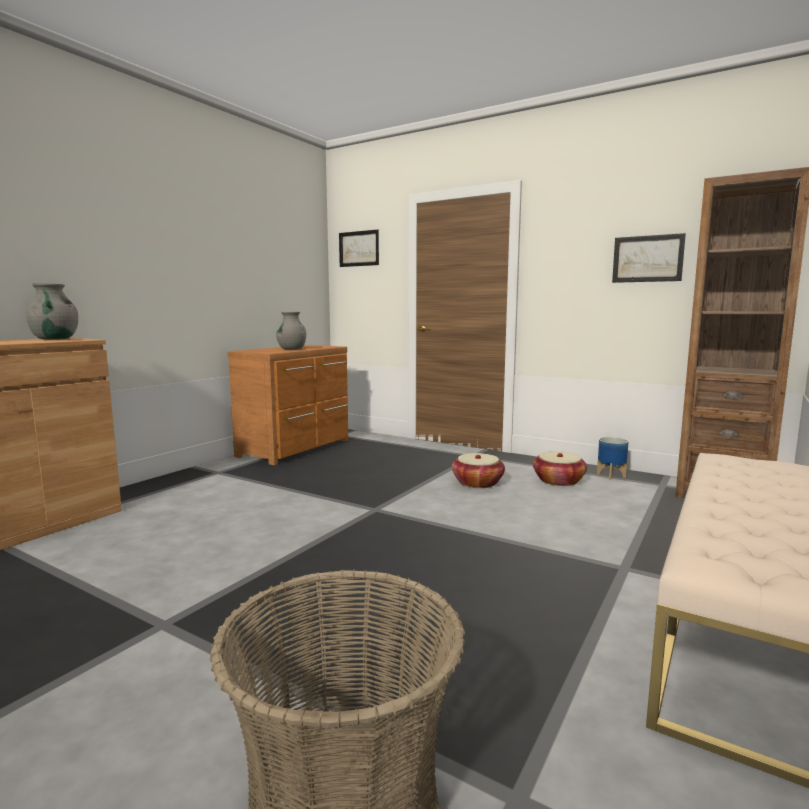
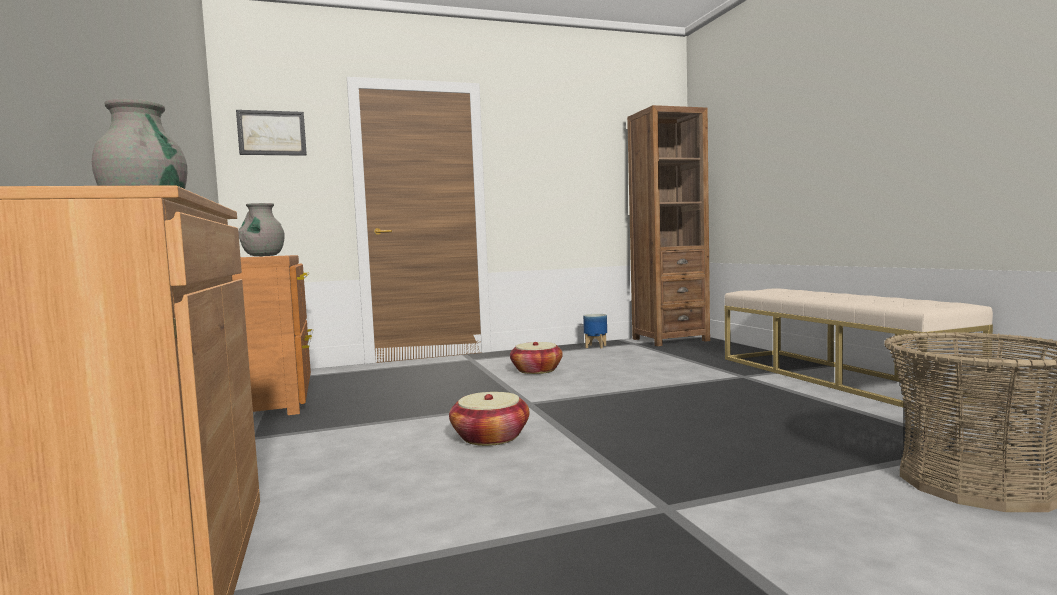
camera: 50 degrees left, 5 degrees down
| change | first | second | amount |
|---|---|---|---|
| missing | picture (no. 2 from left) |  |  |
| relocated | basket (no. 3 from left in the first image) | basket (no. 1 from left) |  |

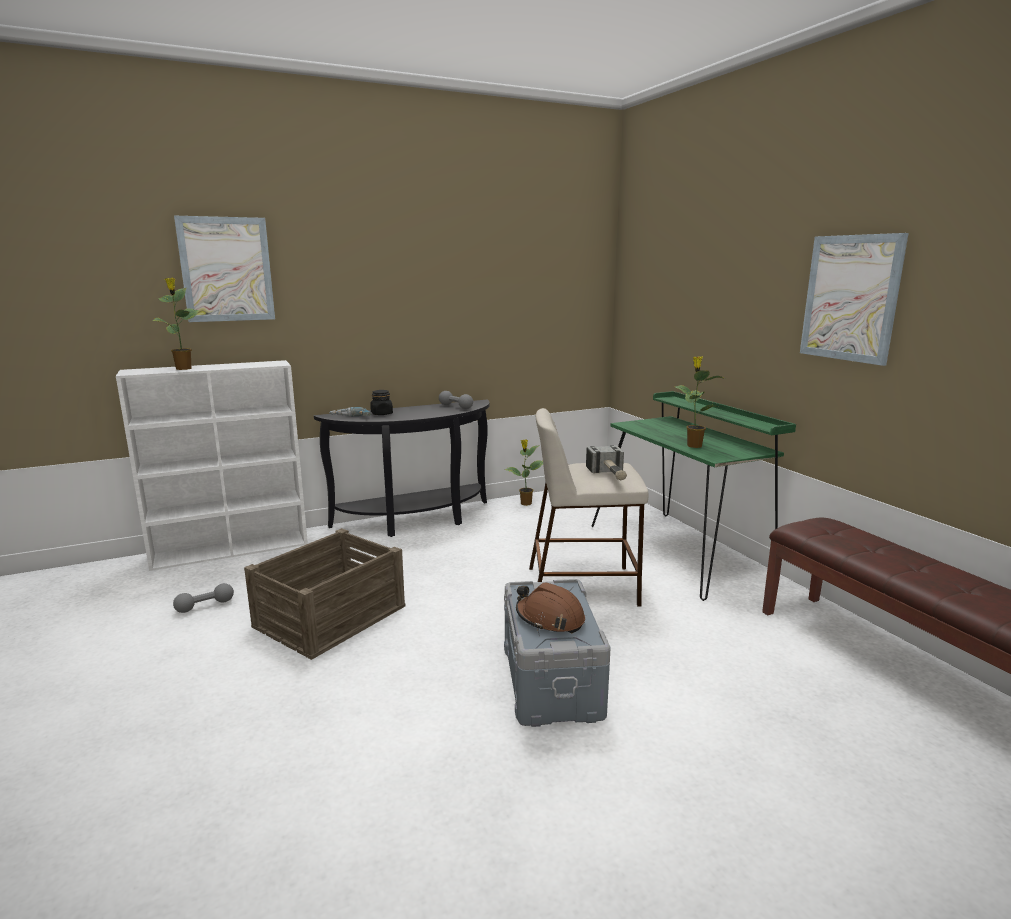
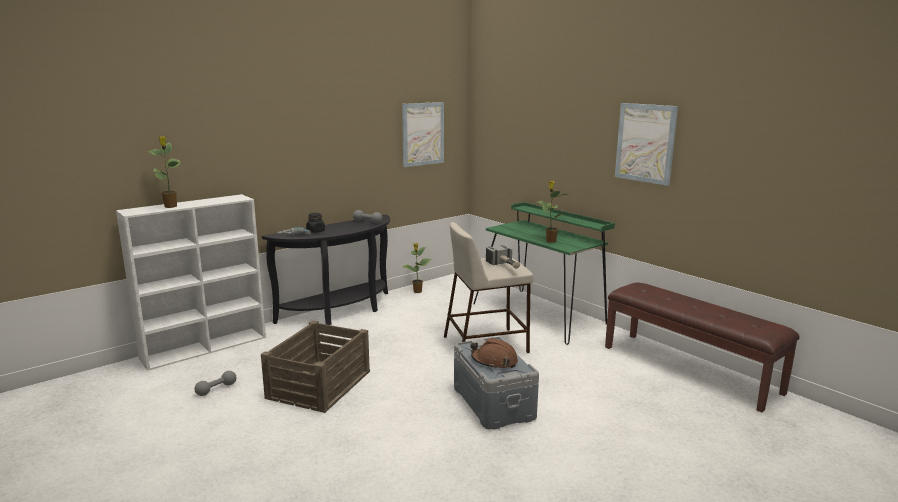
camera: 15 degrees left, 0 degrees up
| change | first | second | amount |
|---|---|---|---|
| relocated | picture (no. 1 from left) |  |  |

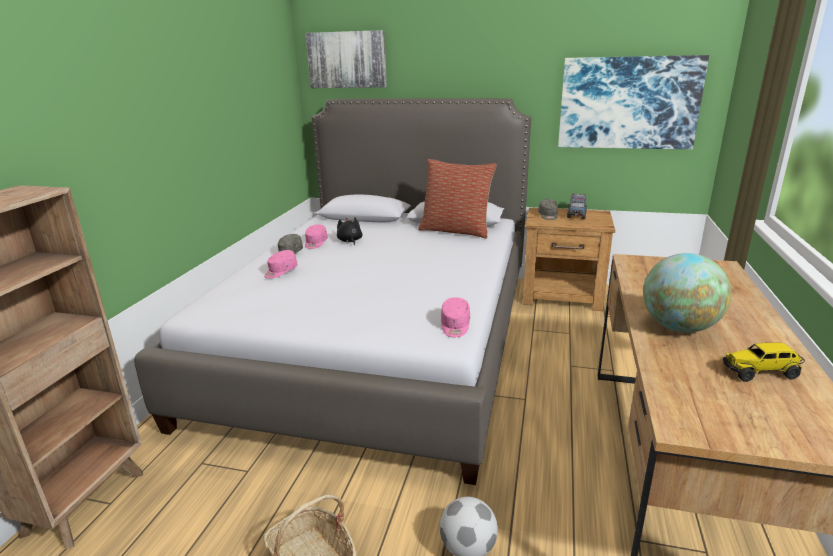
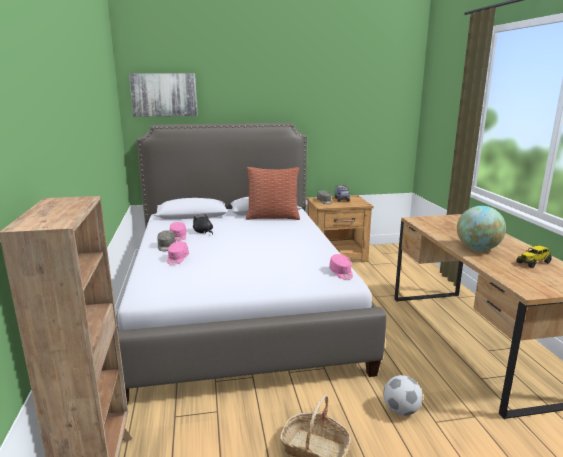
camera: 25 degrees left, 5 degrees down
| change | first | second | amount |
|---|---|---|---|
| missing | picture (no. 2 from left) |  |  |

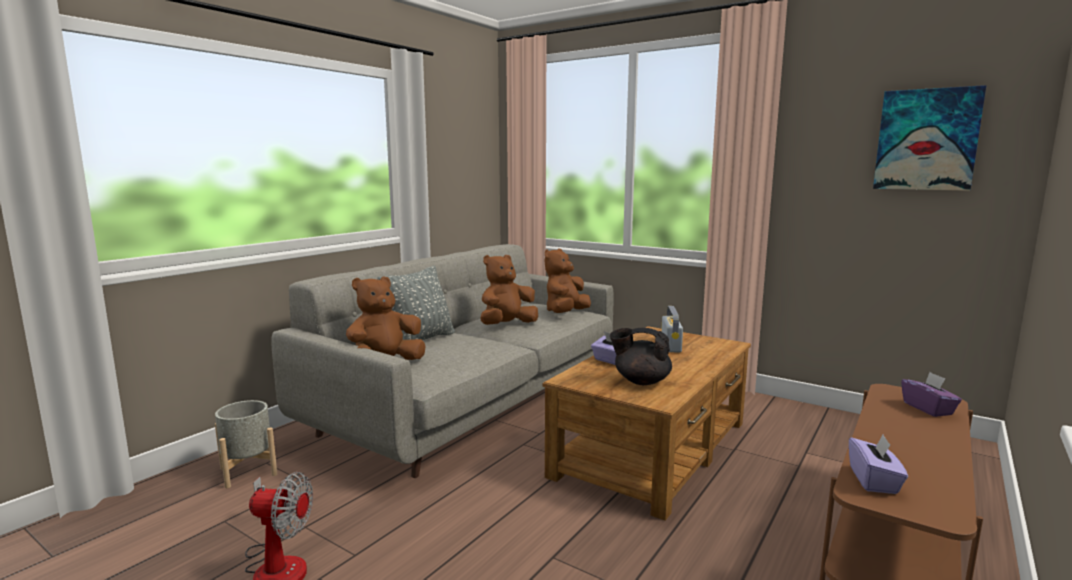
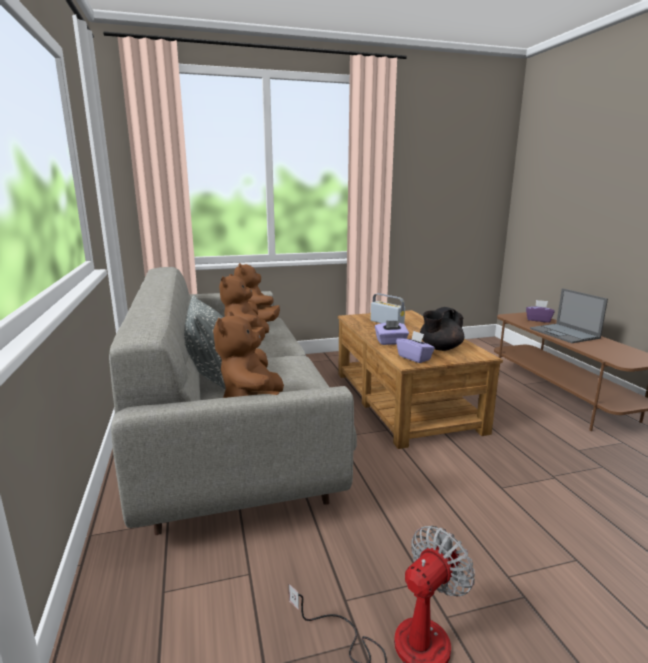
camera: 50 degrees left, 5 degrees up
| change | first | second | amount |
|---|---|---|---|
| missing | picture |  |  |
| missing | grey_planter |  |  |
| relocated | purple-coloured_tissue_box (no. 2 from left) |  |  |
| appeared |  | laptop |  |

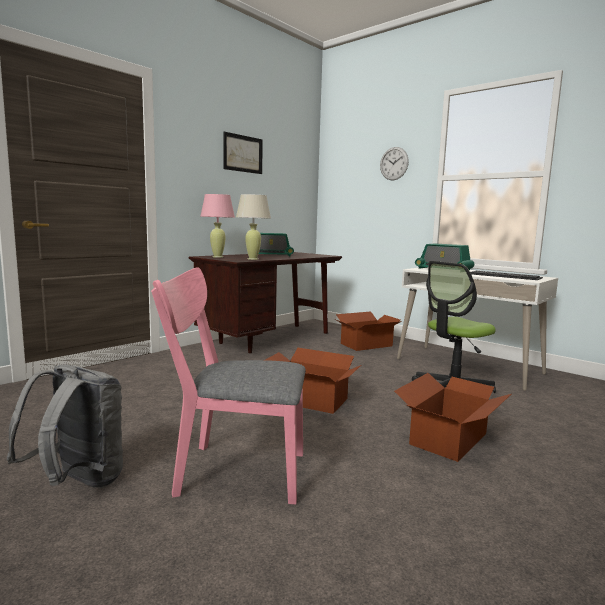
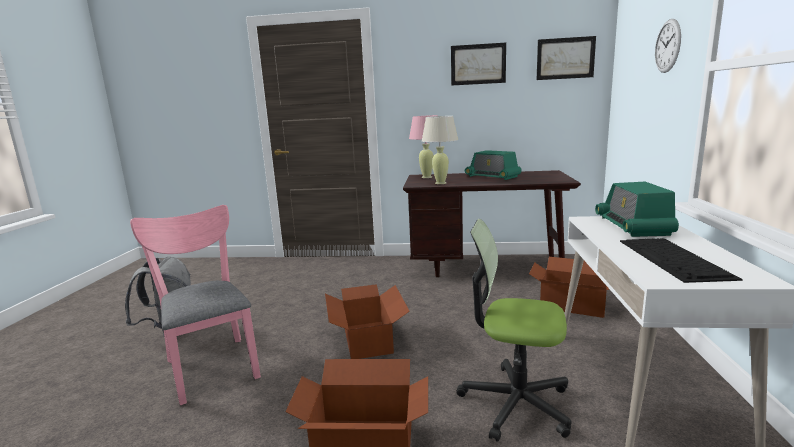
camera: 55 degrees right, 5 degrees up
| change | first | second | amount |
|---|---|---|---|
| appeared |  | picture (no. 2 from left) |  |

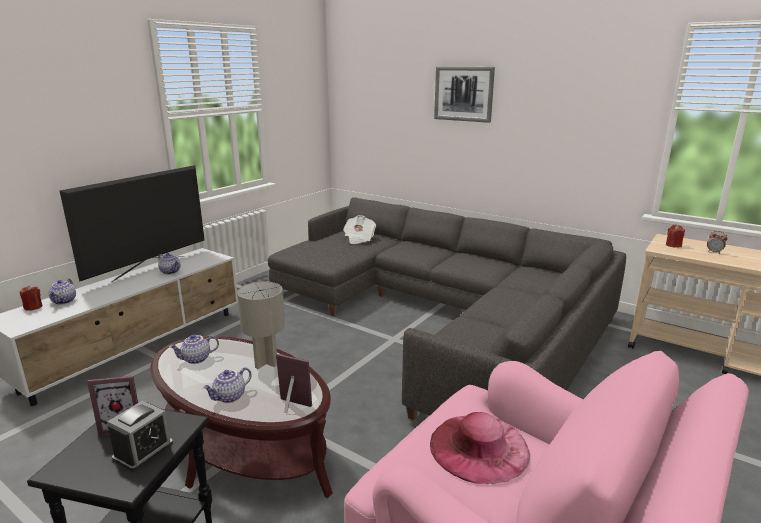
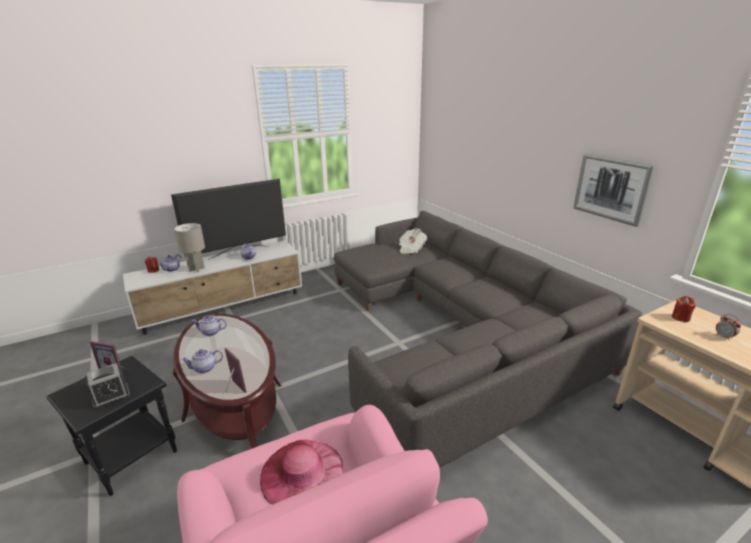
camera: 25 degrees right, 5 degrees up
| change | first | second | amount |
|---|---|---|---|
| relocated | picture |  |  |
| relocated | grey_table_lamp |  |  |

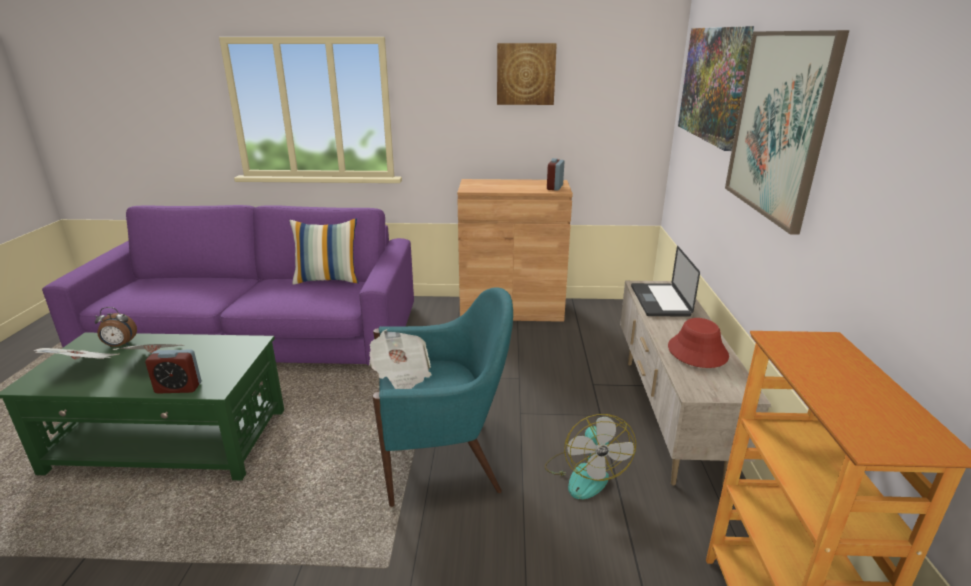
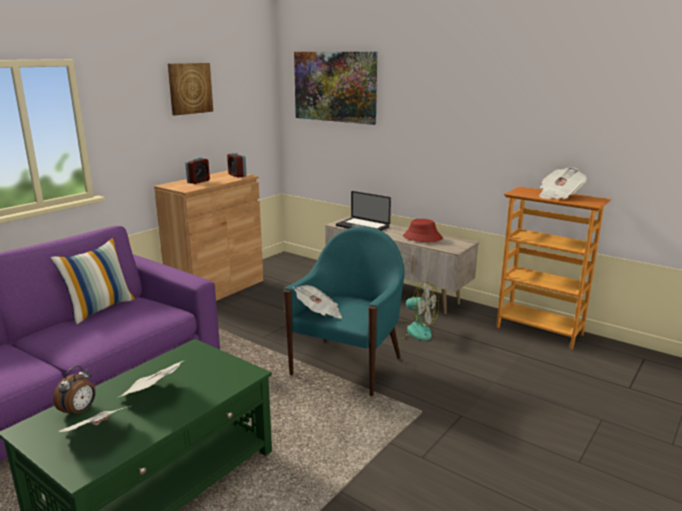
camera: 55 degrees left, 5 degrees down
| change | first | second | amount |
|---|---|---|---|
| missing | picture (no. 3 from left) |  |  |
| relocated | table_clock (no. 2 from left) |  |  |
| appeared |  | printed_paper (no. 4 from left) |  |

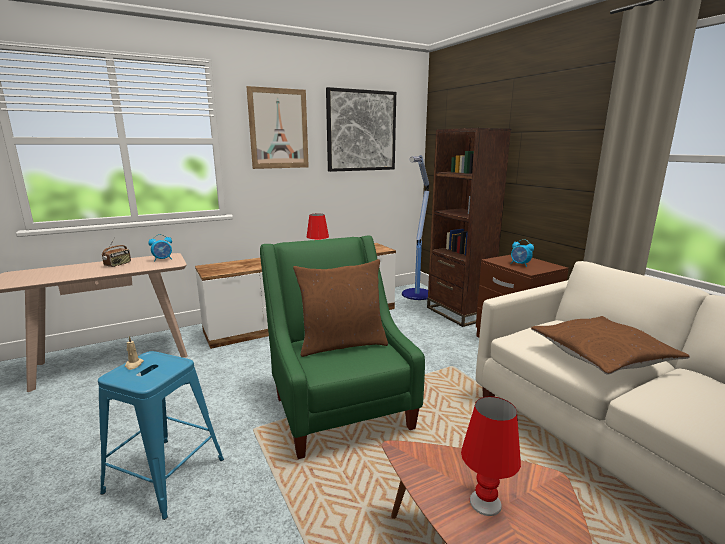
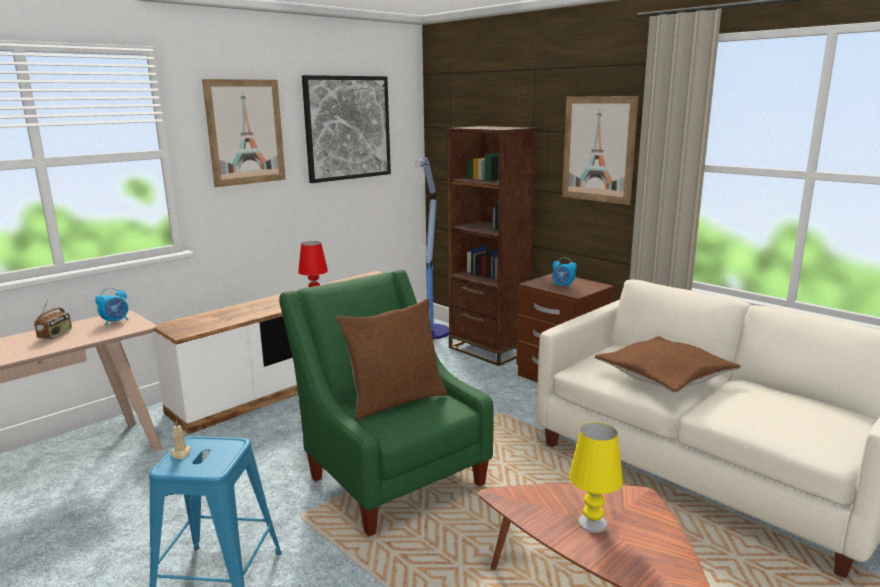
camera: 15 degrees left, 0 degrees up
| change | first | second | amount |
|---|---|---|---|
| colour | red-coloured_table_lamp (no. 2 from left) | yellow-coloured_table_lamp |  |
| appeared |  | picture (no. 3 from left) |  |

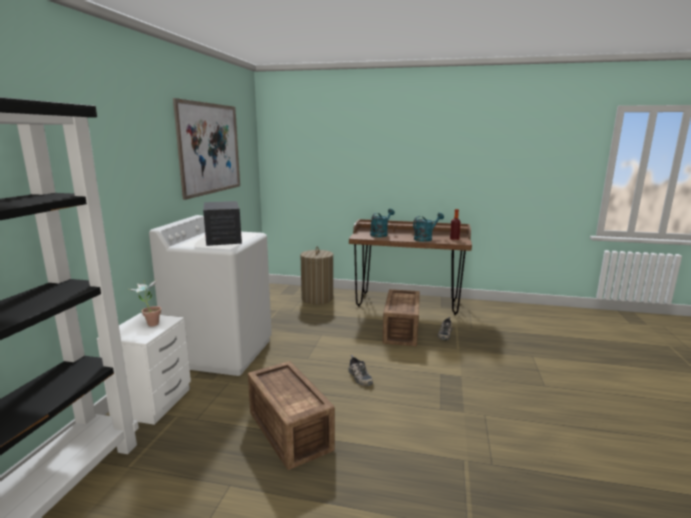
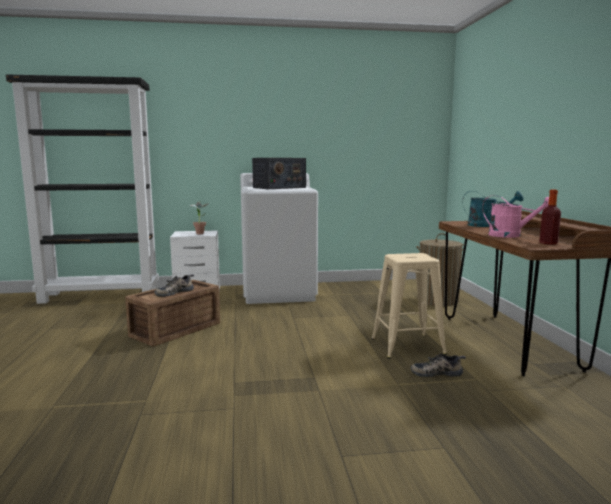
camera: 70 degrees right, 5 degrees down
| change | first | second | amount |
|---|---|---|---|
| missing | picture |  |  |
| colour | turquoise-coloured_watering_can (no. 2 from left) | pinkish_watering_can |  |
| exchanged | packing_crate (no. 2 from left) | beige_stool_seat |  |
| relocated | item_of_footwear (no. 1 from left) |  |  |

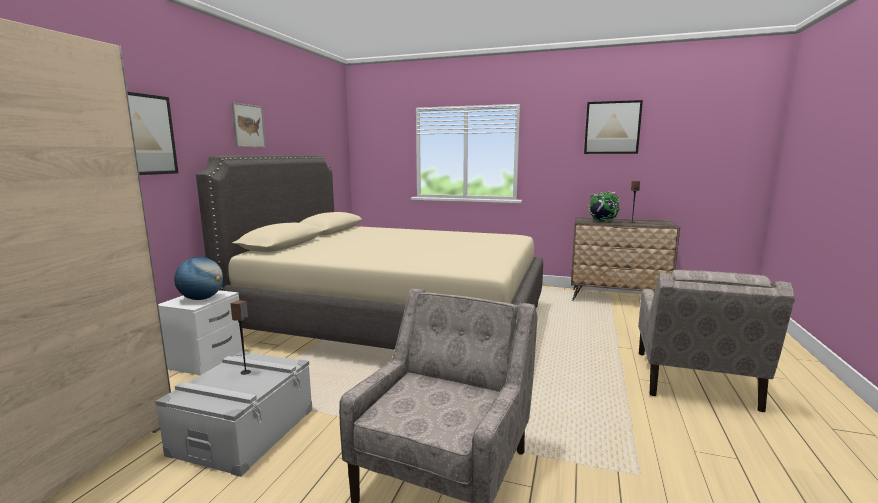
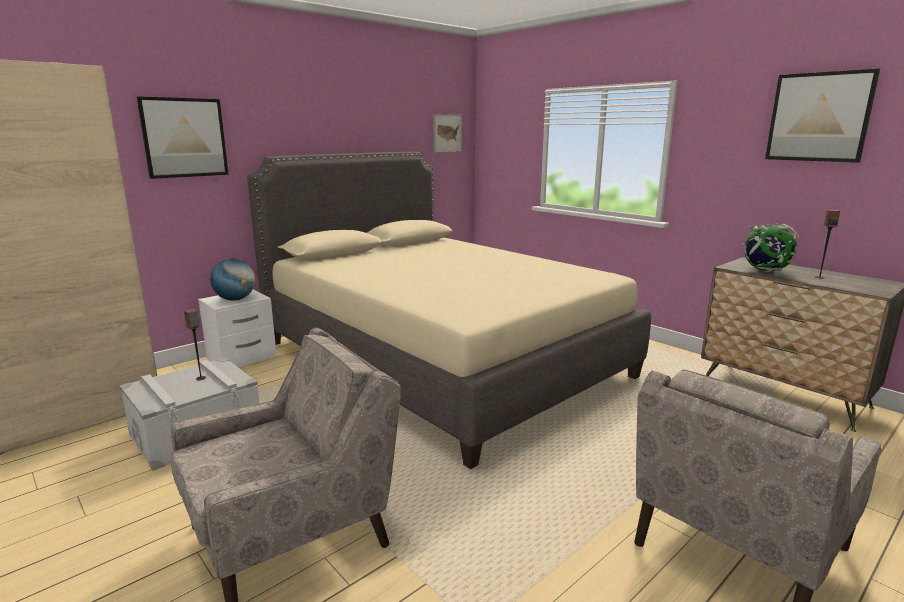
camera: 30 degrees right, 5 degrees up
| change | first | second | amount |
|---|---|---|---|
| relocated | picture (no. 2 from left) |  |  |

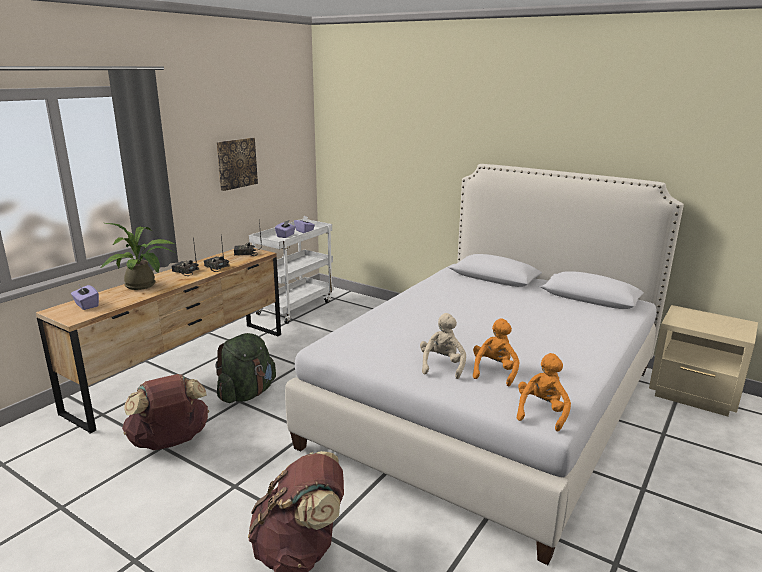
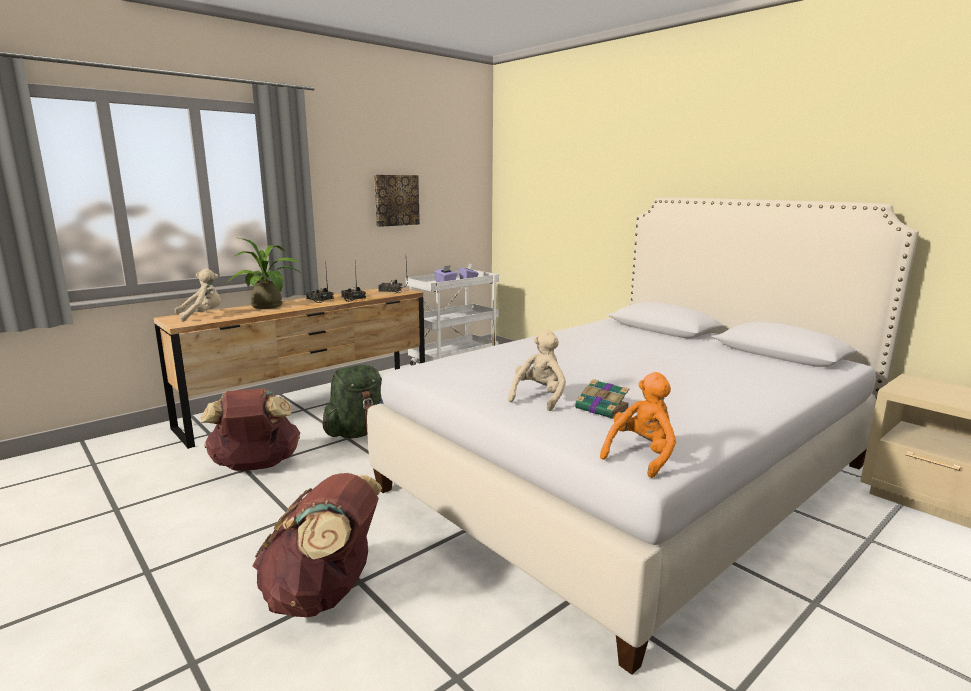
camera: 15 degrees right, 5 degrees down
| change | first | second | amount |
|---|---|---|---|
| exchanged | purple-coloured_tissue_box (no. 1 from left) | beige_cuddly_toy (no. 1 from left) |  |
| exchanged | orange-coloured_cuddly_toy (no. 1 from left) | book |  |

